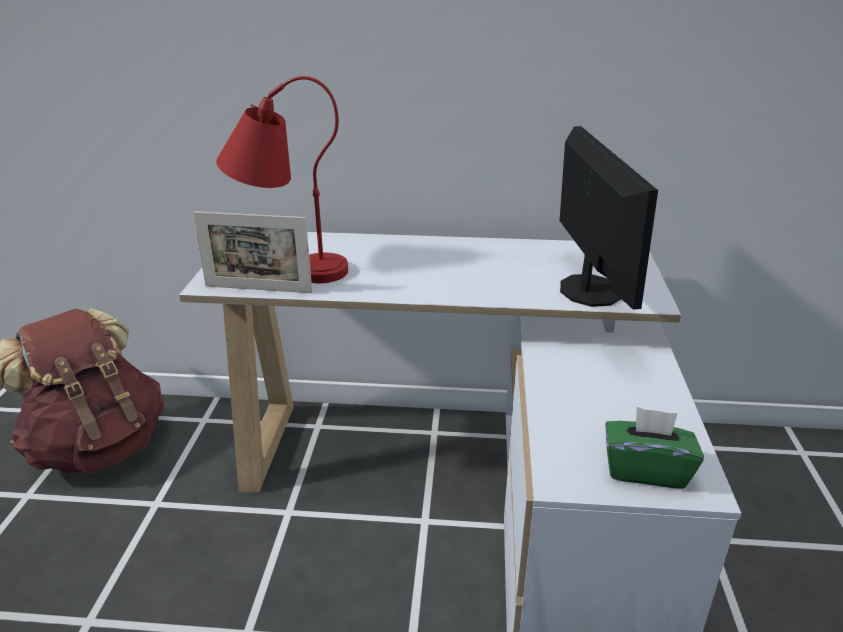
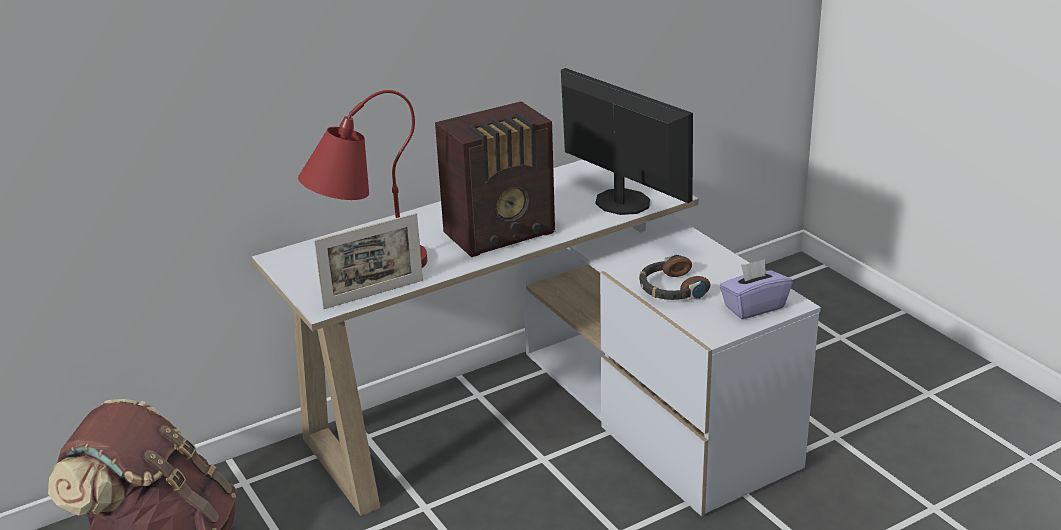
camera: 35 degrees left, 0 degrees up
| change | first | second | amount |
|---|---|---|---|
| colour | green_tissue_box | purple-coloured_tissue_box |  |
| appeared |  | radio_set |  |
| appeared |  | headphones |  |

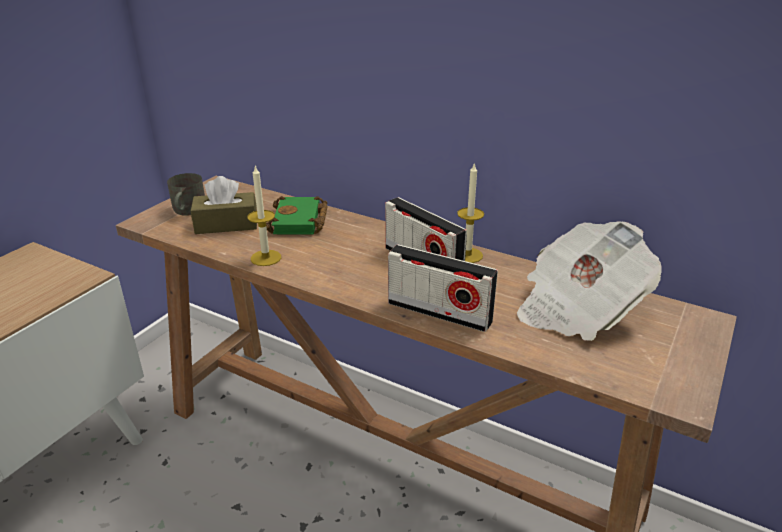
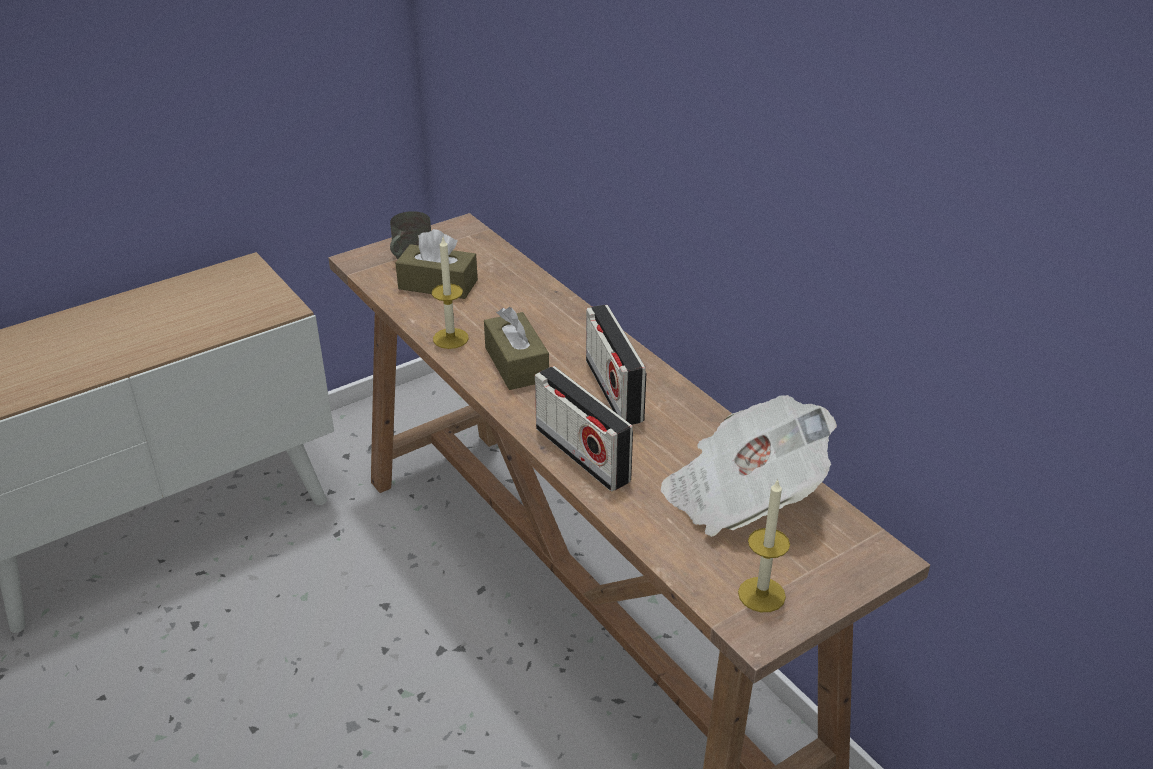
camera: 25 degrees right, 5 degrees up
| change | first | second | amount |
|---|---|---|---|
| relocated | wax_candle (no. 2 from left) |  |  |
| missing | green_book |  |  |
| appeared |  | brown-coloured_tissue_box (no. 2 from left) |  |

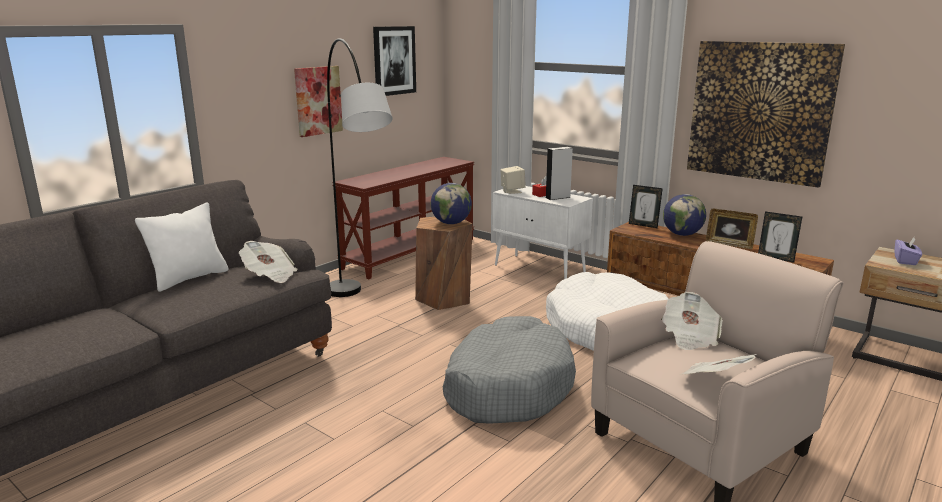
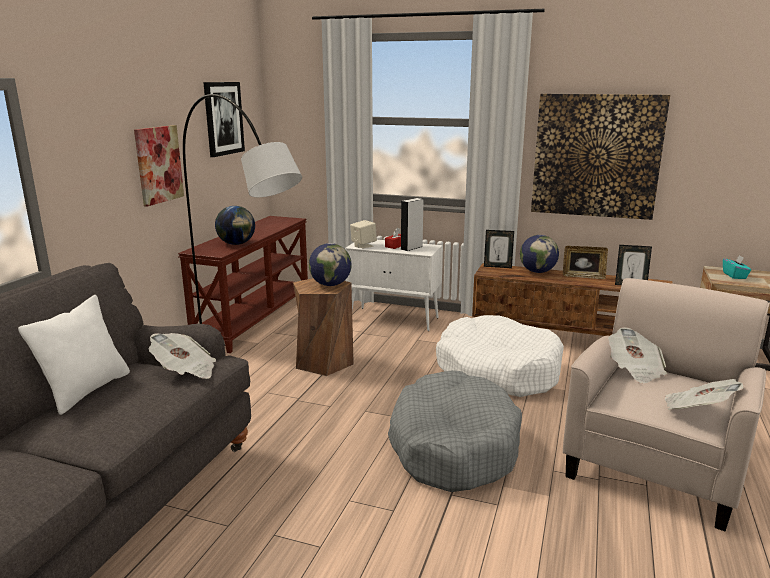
camera: 20 degrees left, 0 degrees up
| change | first | second | amount |
|---|---|---|---|
| colour | purple-coloured_tissue_box | turquoise-coloured_tissue_box |  |
| appeared |  | world_globe (no. 1 from left) |  |

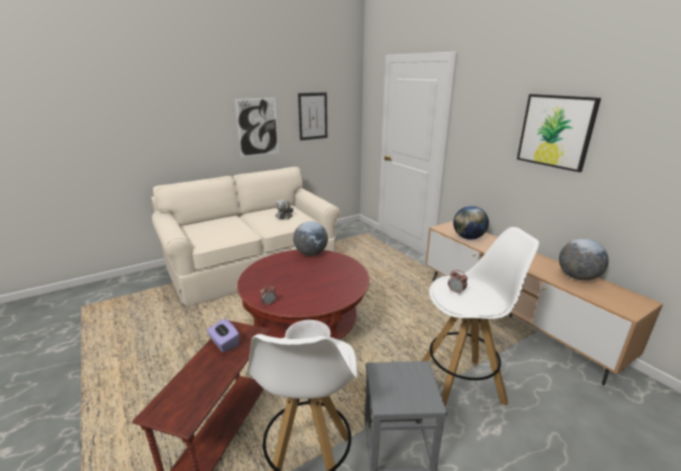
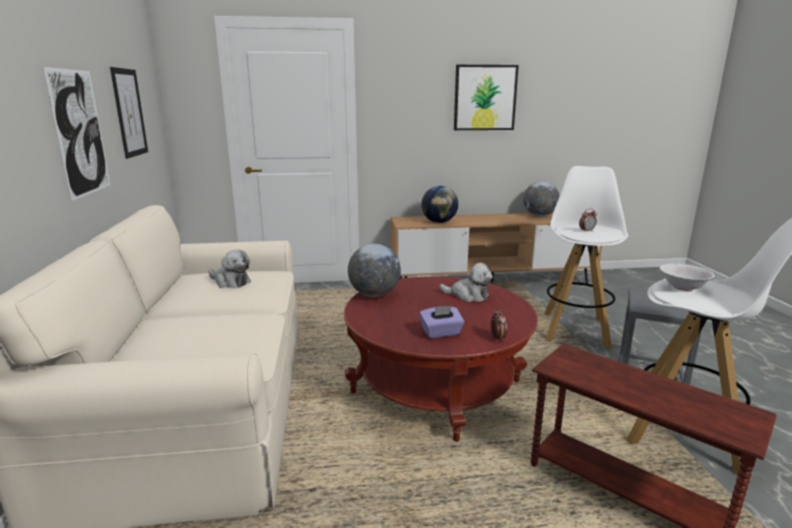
camera: 65 degrees left, 5 degrees down
| change | first | second | amount |
|---|---|---|---|
| relocated | purple-coloured_tissue_box |  |  |
| appeared |  | cuddly_toy (no. 2 from left) |  |

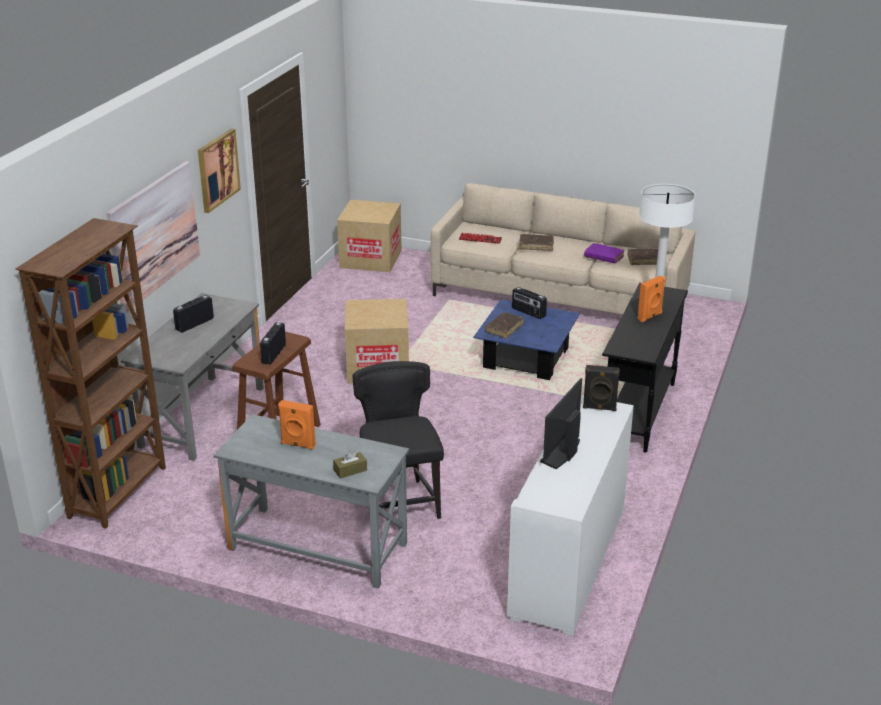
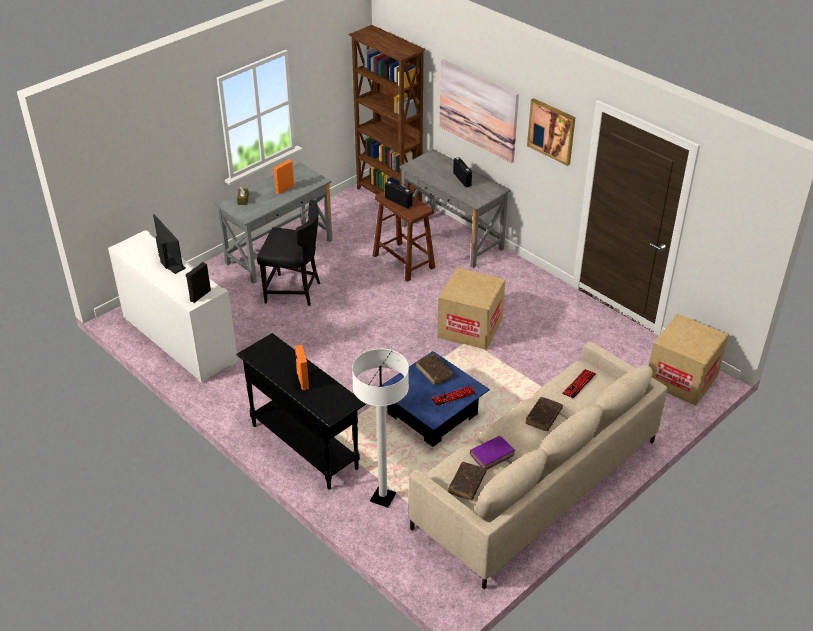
camera: 115 degrees right, 10 degrees up
| change | first | second | amount |
|---|---|---|---|
| exchanged | radio_set (no. 3 from left) | PC_keyboard (no. 1 from left) |  |

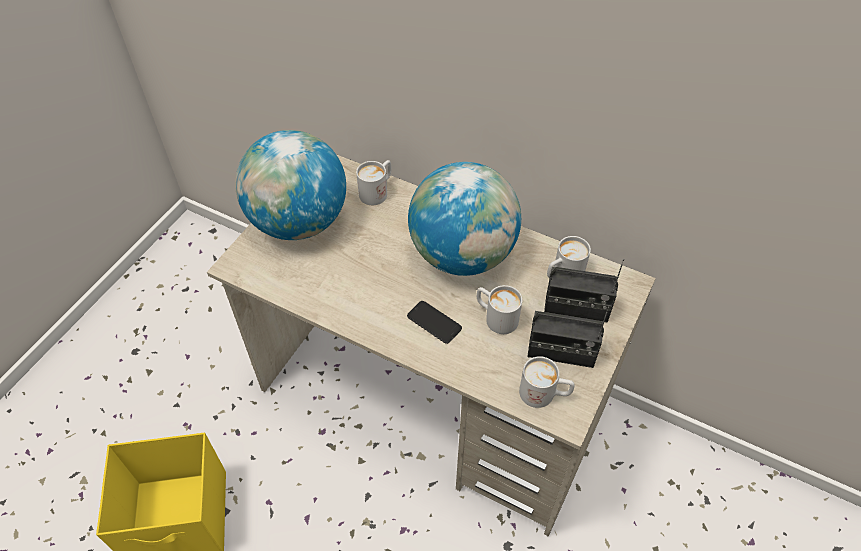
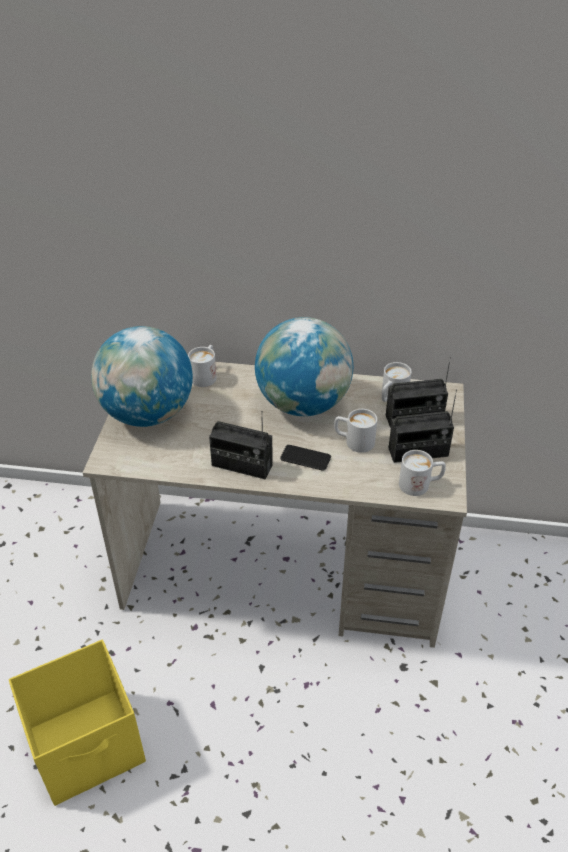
camera: 20 degrees left, 10 degrees down
| change | first | second | amount |
|---|---|---|---|
| appeared |  | radio_set (no. 1 from left) |  |

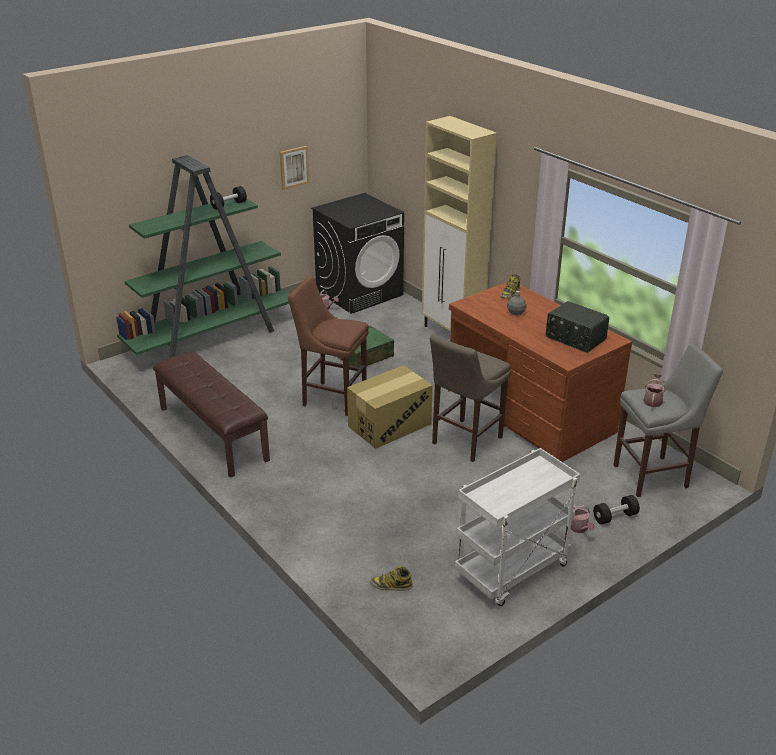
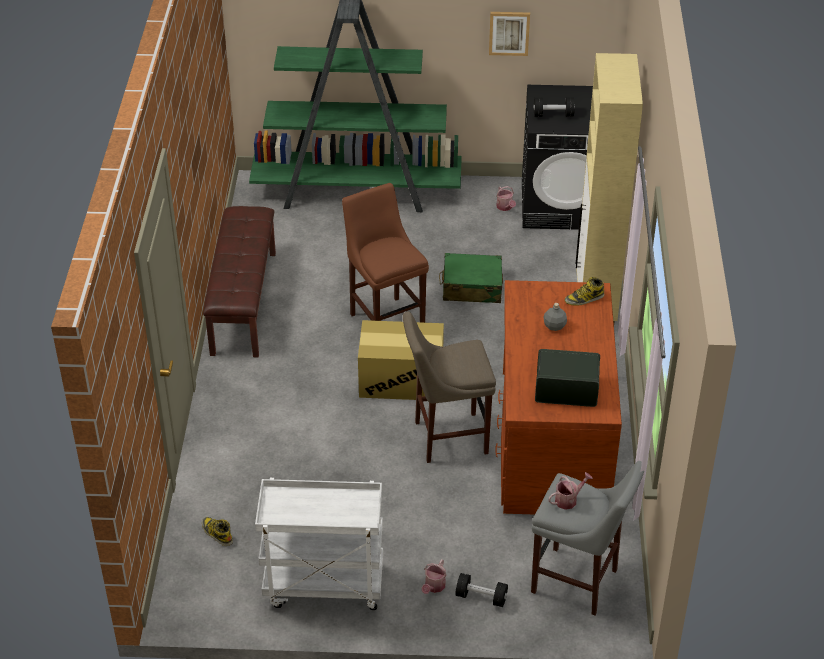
camera: 40 degrees right, 10 degrees up
| change | first | second | amount |
|---|---|---|---|
| relocated | black_free_weight (no. 1 from left in the first image) | black_free_weight (no. 2 from left) |  |
| spun | radio_set |  | 105 degrees clockwise |

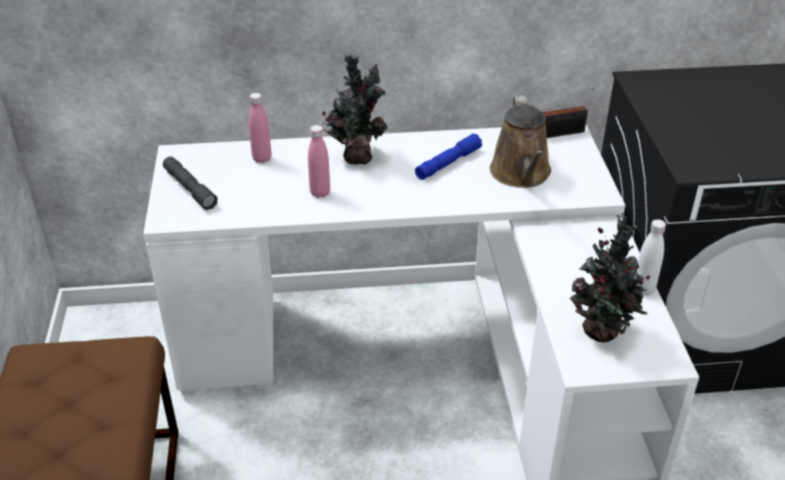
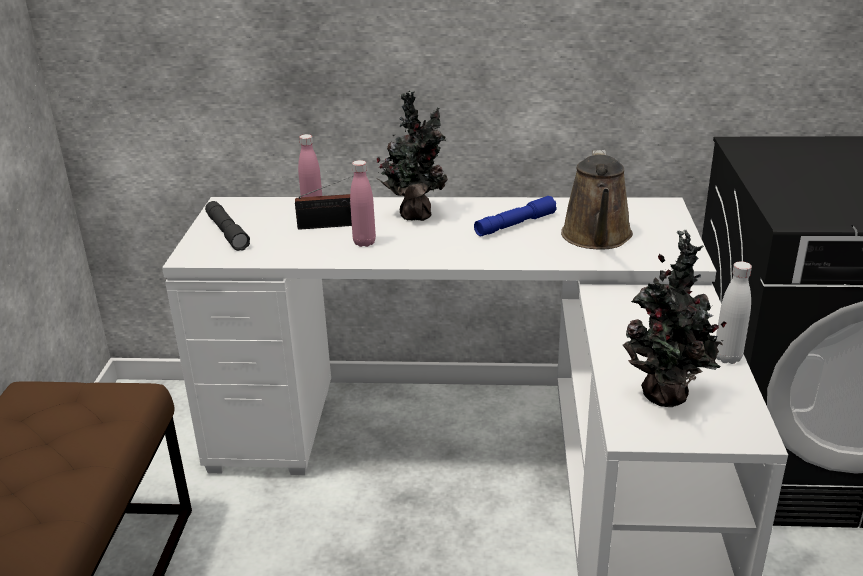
camera: 10 degrees right, 10 degrees down
| change | first | second | amount |
|---|---|---|---|
| relocated | radio_set |  |  |

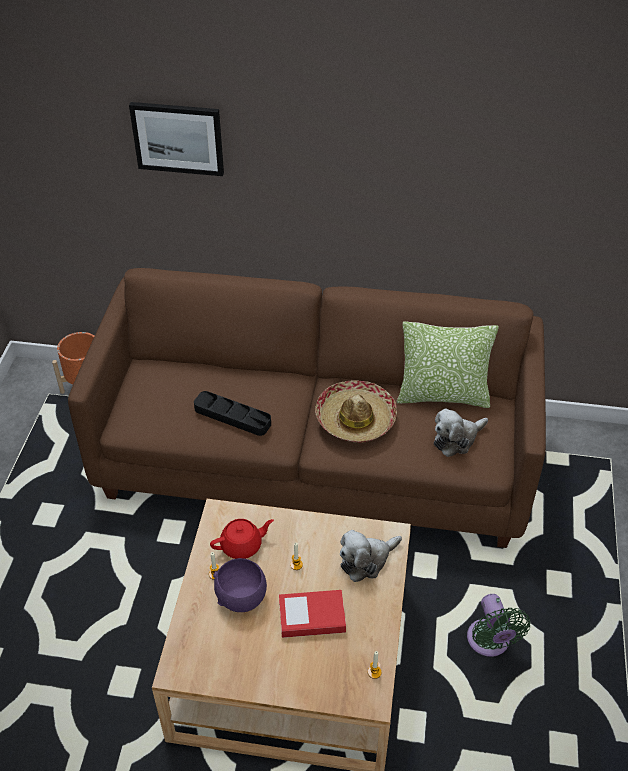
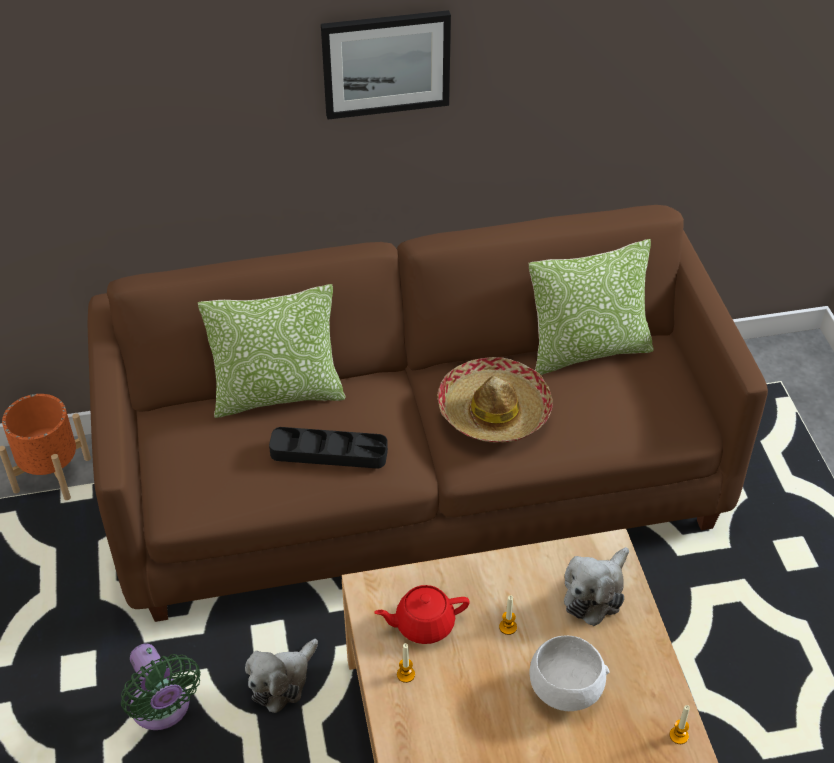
camera: 20 degrees left, 0 degrees up
| change | first | second | amount |
|---|---|---|---|
| relocated | picture |  |  |
| relocated | cuddly_toy (no. 2 from left in the first image) | cuddly_toy (no. 1 from left) |  |
| spun | red-coloured_tea_pot |  | 150 degrees counterclockwise |
| missing | purple-coloured_deep_dish |  |  |
| exchanged | book | white_deep_dish |  |
| relocated | green_cooling_fan |  |  |
| appeared |  | throw_pillow (no. 1 from left) |  |

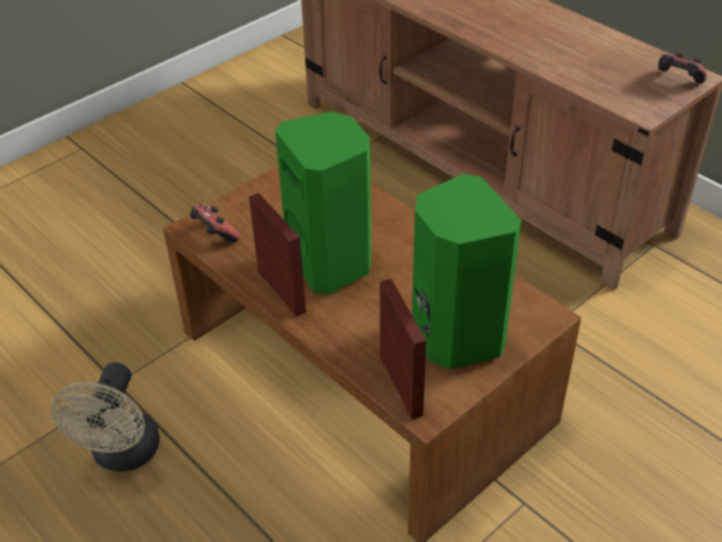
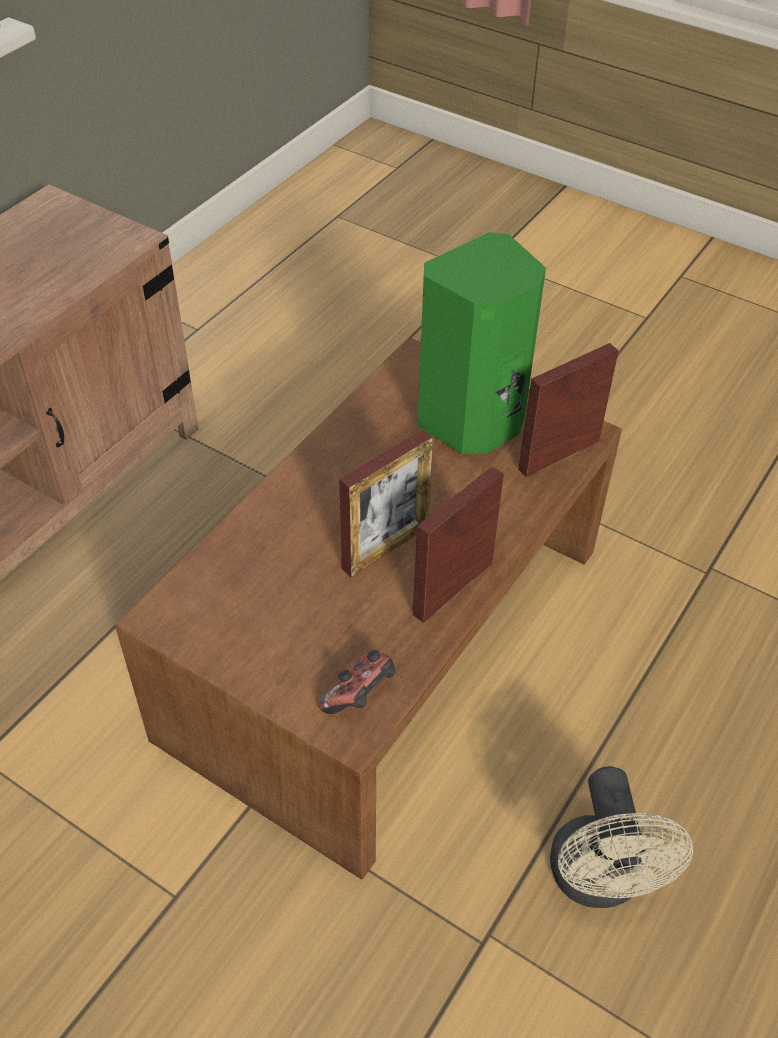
camera: 105 degrees left, 5 degrees up
| change | first | second | amount |
|---|---|---|---|
| missing | joypad (no. 2 from left) |  |  |
| exchanged | green_speaker (no. 1 from left) | picture_frame (no. 1 from left) |  |
| spun | beige_cooling_fan |  | 90 degrees clockwise |

